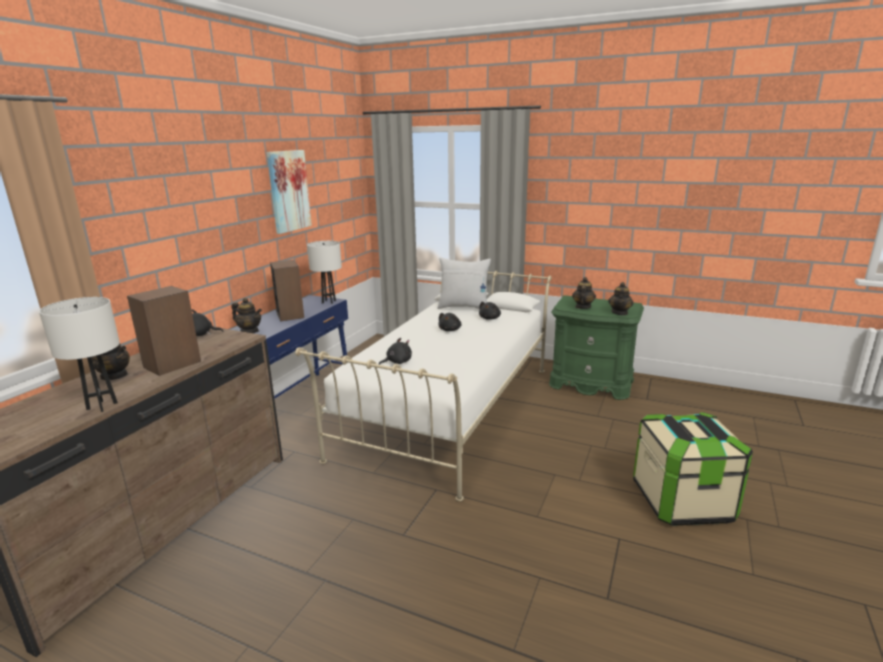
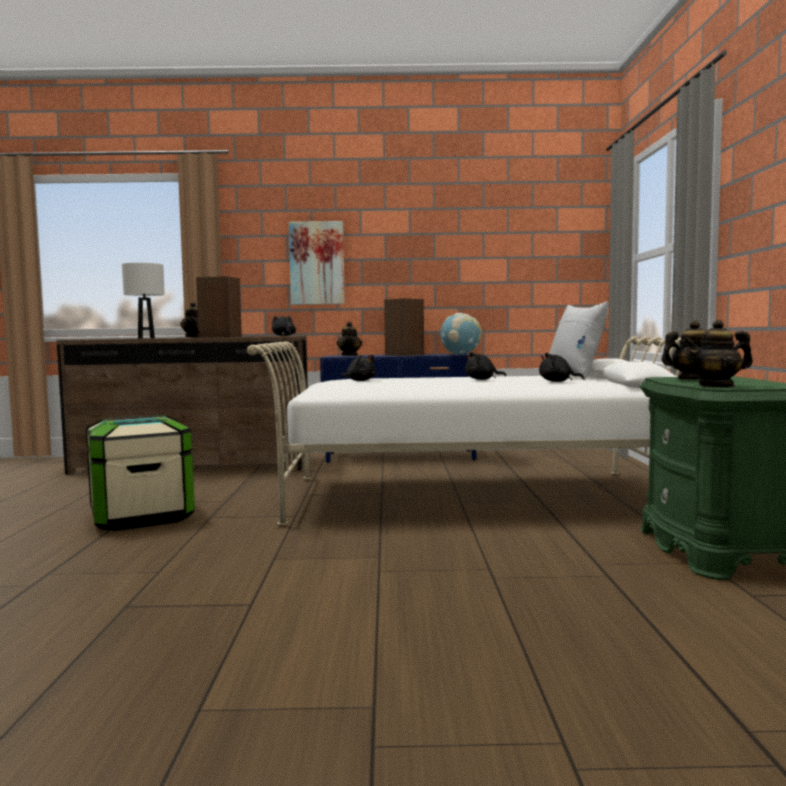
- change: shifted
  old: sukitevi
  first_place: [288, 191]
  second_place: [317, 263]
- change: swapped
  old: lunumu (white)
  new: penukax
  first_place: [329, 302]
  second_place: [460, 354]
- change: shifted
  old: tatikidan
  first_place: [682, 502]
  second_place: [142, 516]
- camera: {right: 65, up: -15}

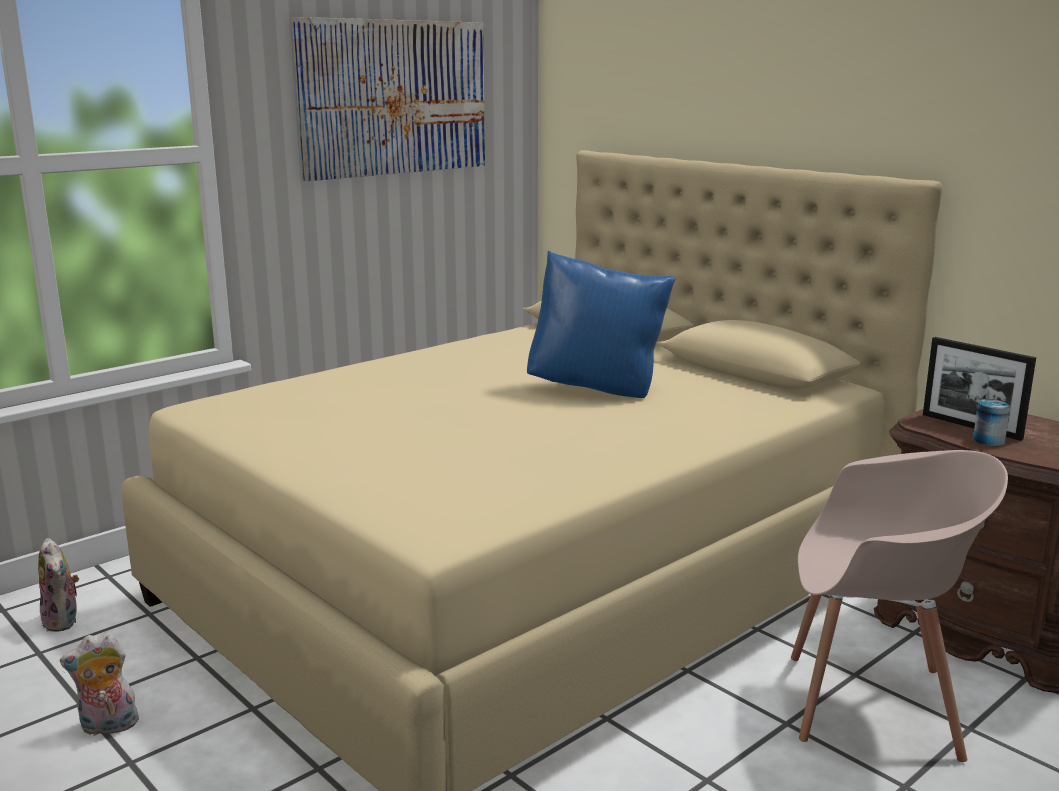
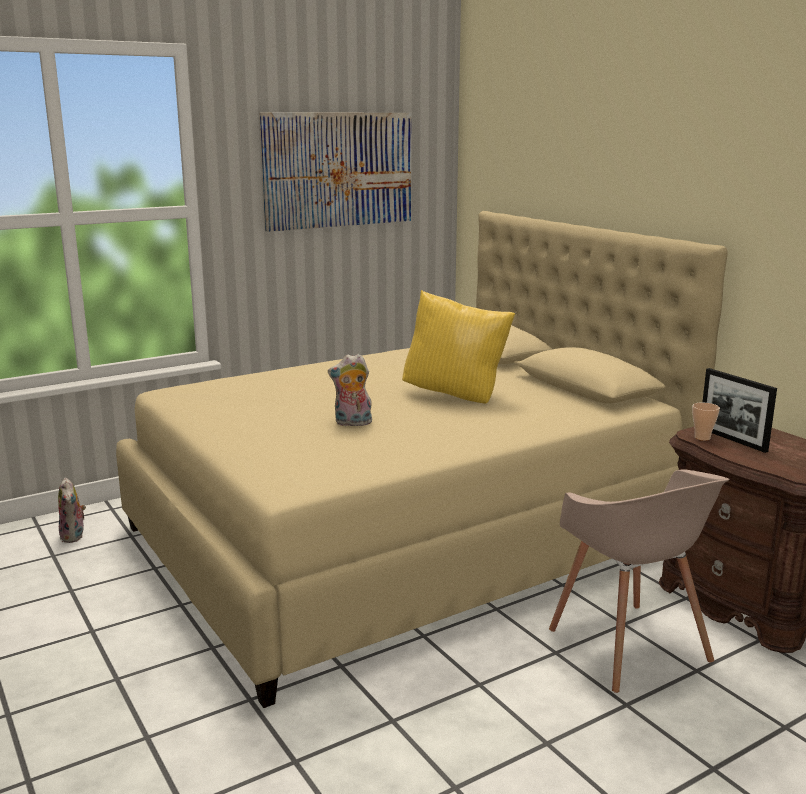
- change: shifted
  old: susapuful
  first_place: [107, 727]
  second_place: [352, 423]
- change: repainted
  old: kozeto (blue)
  new: kozeto (yellow)
  first_place: [598, 389]
  second_place: [456, 395]
- change: rotated
  old: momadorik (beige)
  first_place: [874, 706]
  second_place: [629, 647]
  degrees: 45
- change: gone
  old: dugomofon
  first_place: [988, 440]
- change: new
  new: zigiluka
  second_place: [702, 438]
- camera: {right: 10, up: 0}

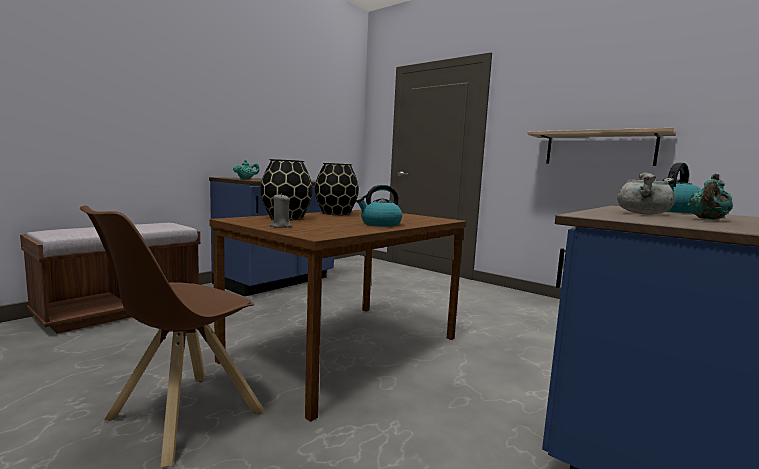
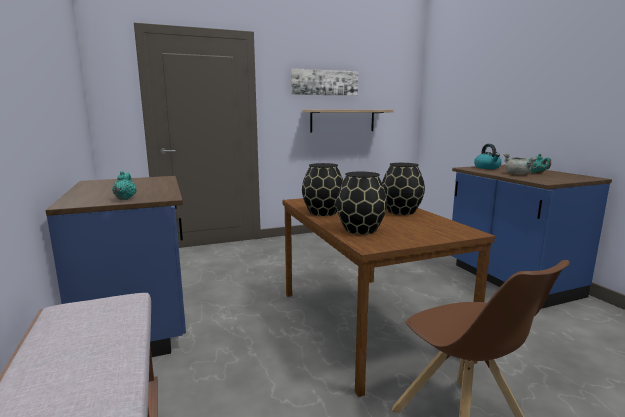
- change: gone
  old: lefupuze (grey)
  first_place: [280, 226]
- change: swapped
  old: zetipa
  new: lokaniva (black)
  first_place: [380, 224]
  second_place: [401, 211]
- change: new
  new: sukitevi
  second_place: [324, 82]
- camera: {right: -60, up: 5}

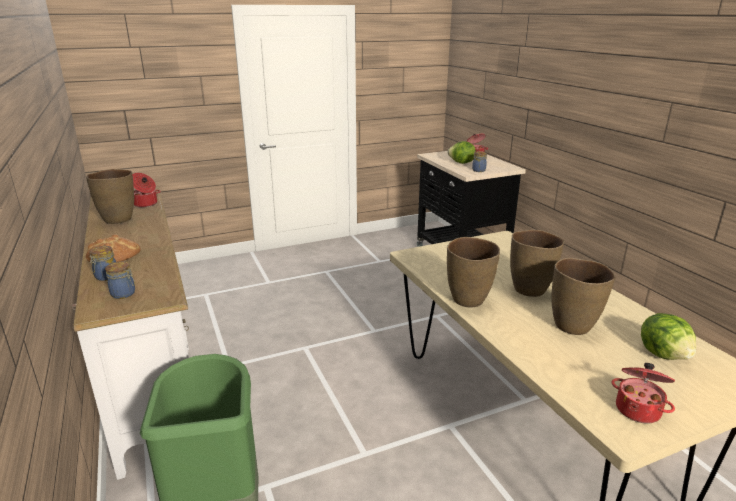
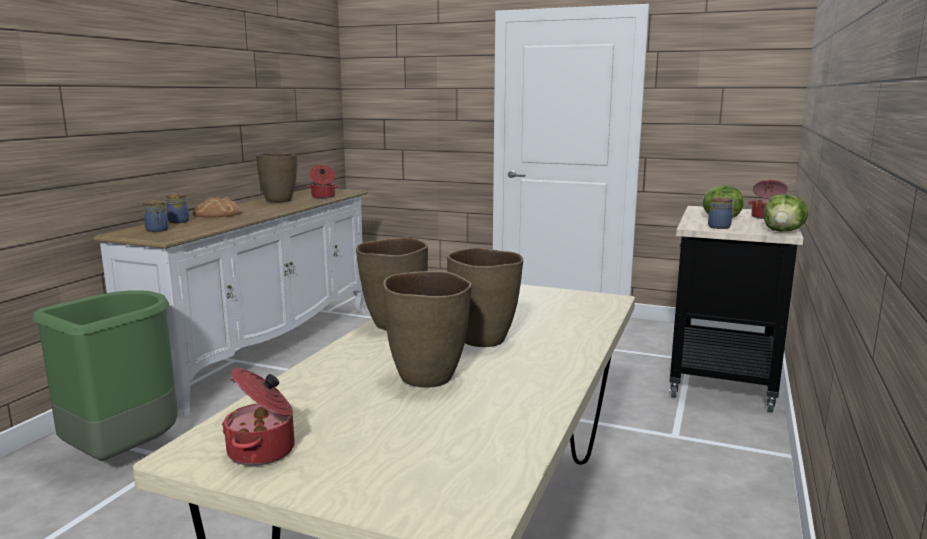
- change: shifted
  old: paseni
  first_place: [664, 354]
  second_place: [782, 231]
- camera: {right: 45, up: -10}

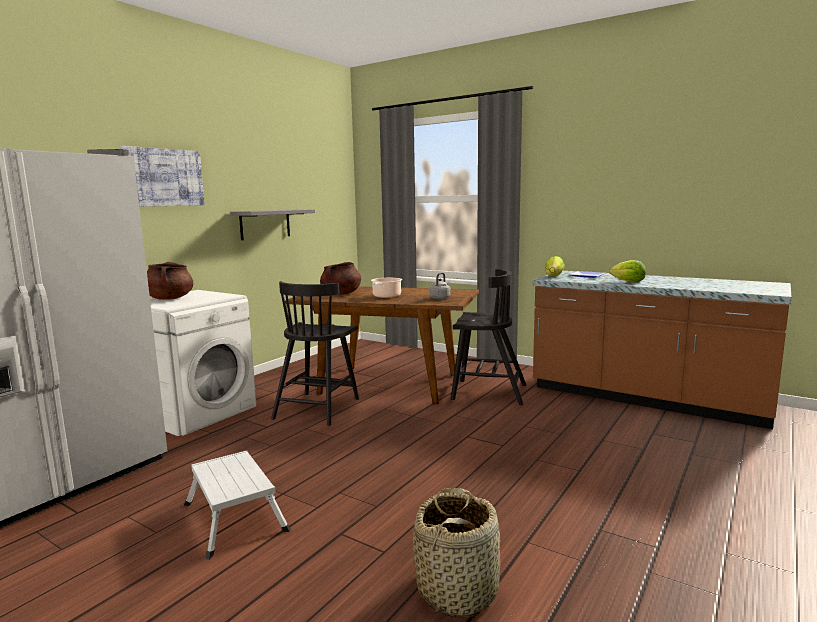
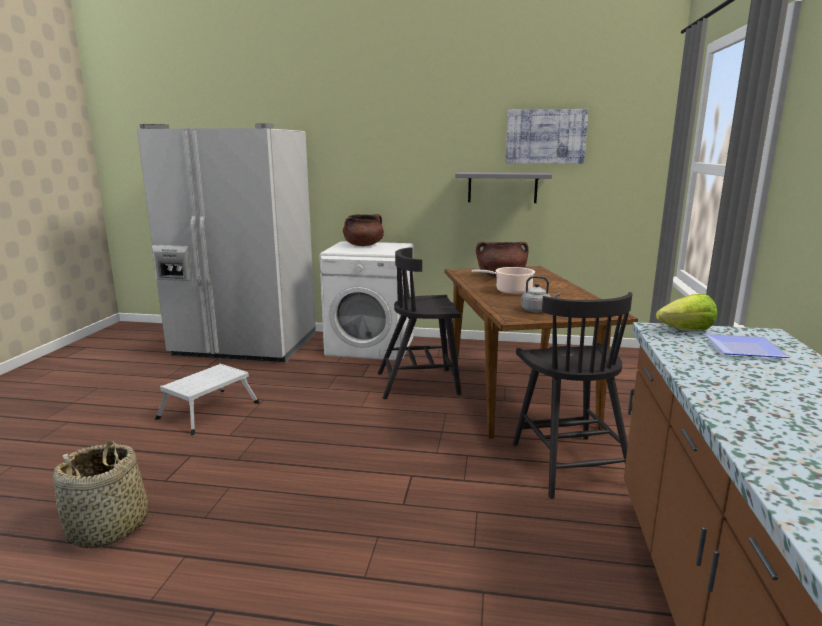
- change: shifted
  old: sukitevi
  first_place: [163, 177]
  second_place: [545, 136]
- change: gone
  old: paseni
  first_place: [628, 281]
- camera: {right: 65, up: 5}

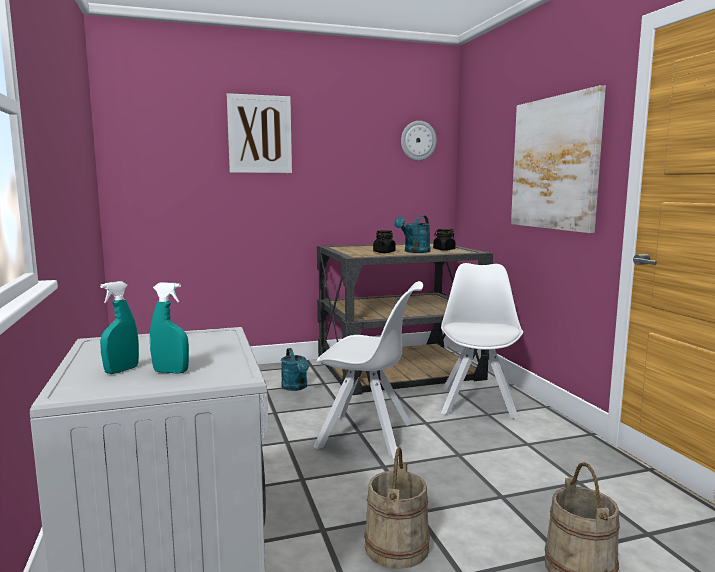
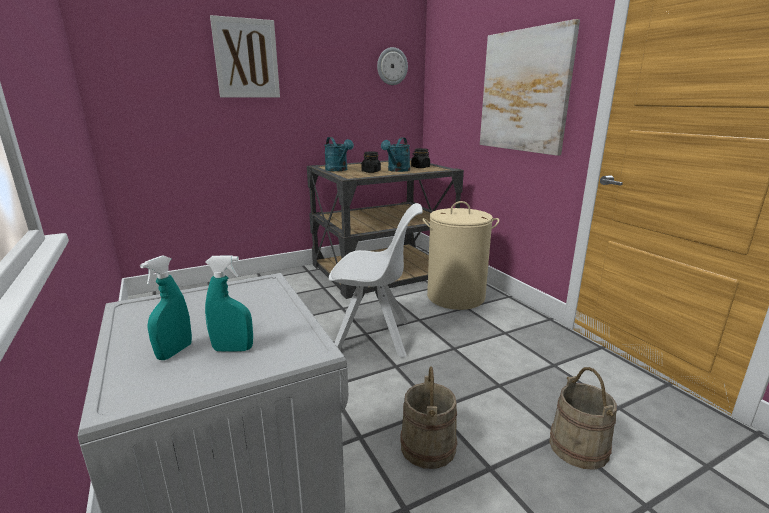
- change: shifted
  old: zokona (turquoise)
  first_place: [296, 387]
  second_place: [338, 170]
- change: swapped
  old: momadorik (white)
  new: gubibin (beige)
  first_place: [478, 402]
  second_place: [455, 297]
- camera: {right: -10, up: 10}

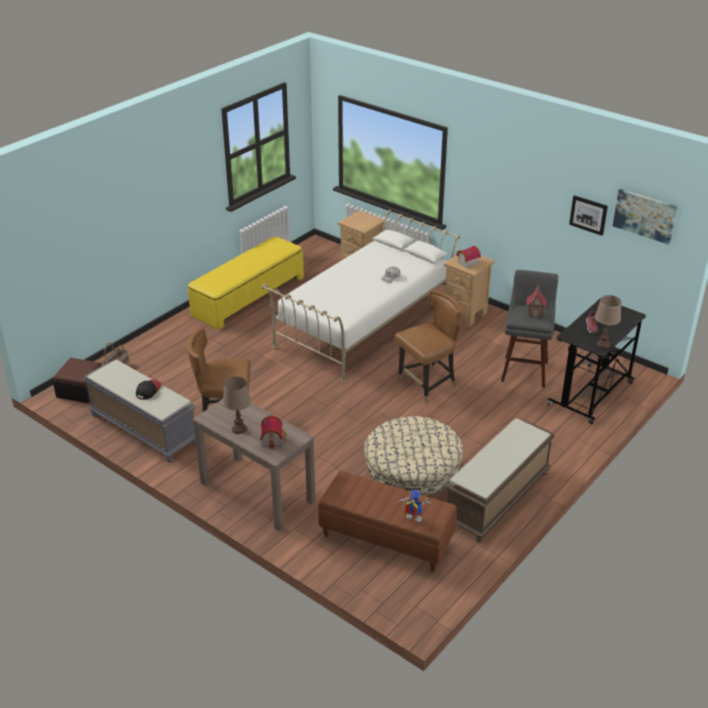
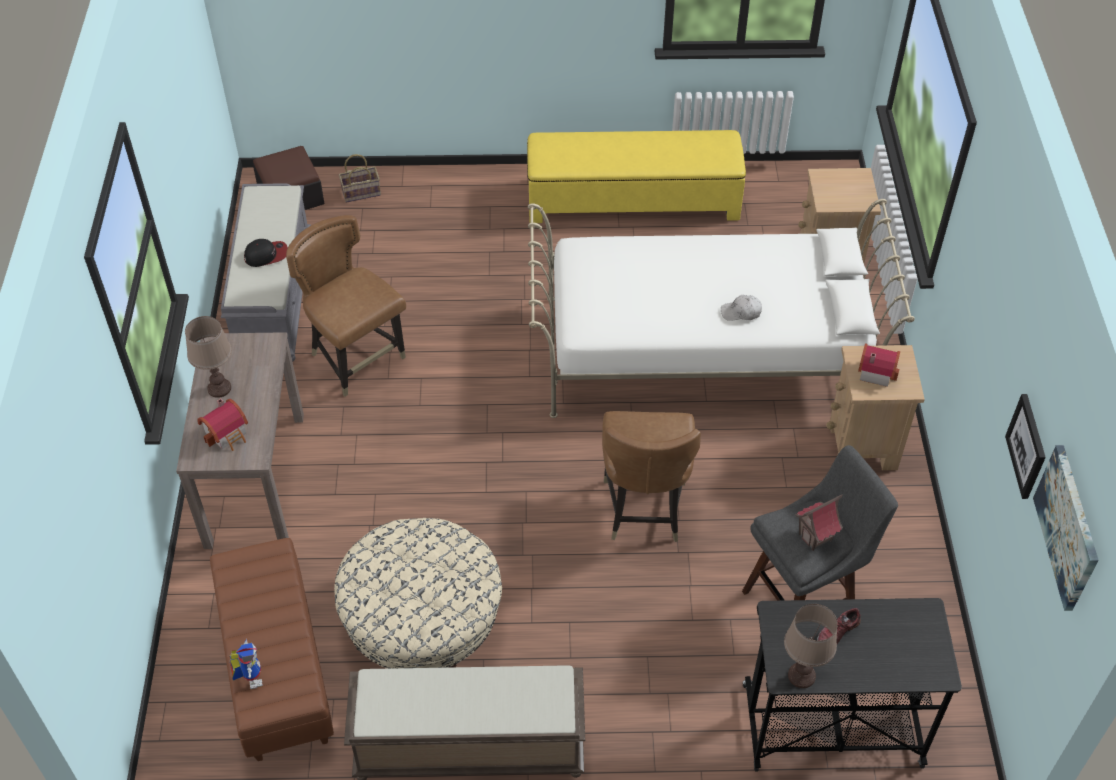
- change: rotated
  old: momadorik (brown)
  first_place: [427, 384]
  second_place: [643, 509]
  degrees: 75
- camera: {right: 50, up: 15}

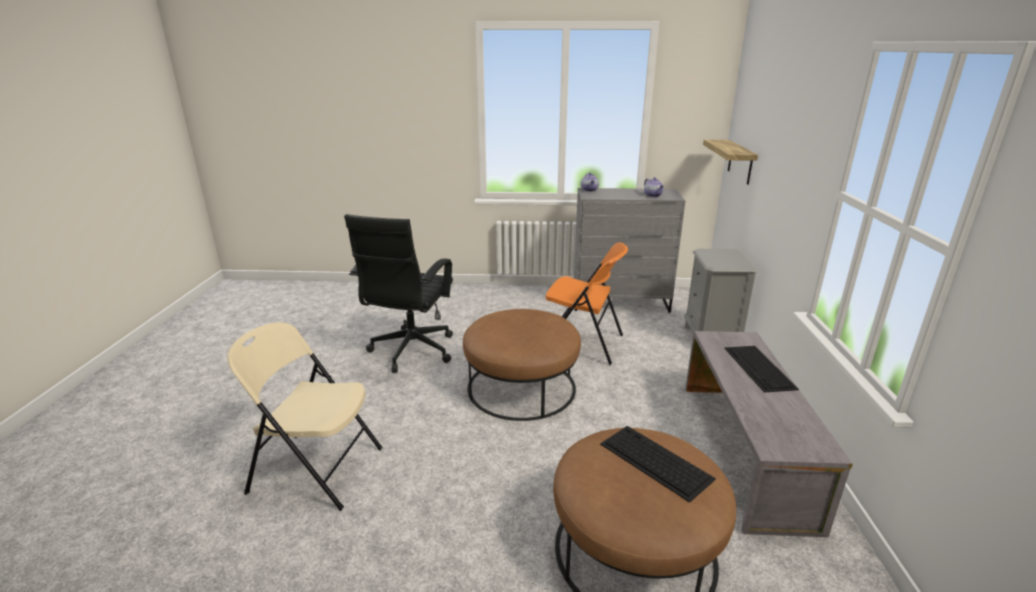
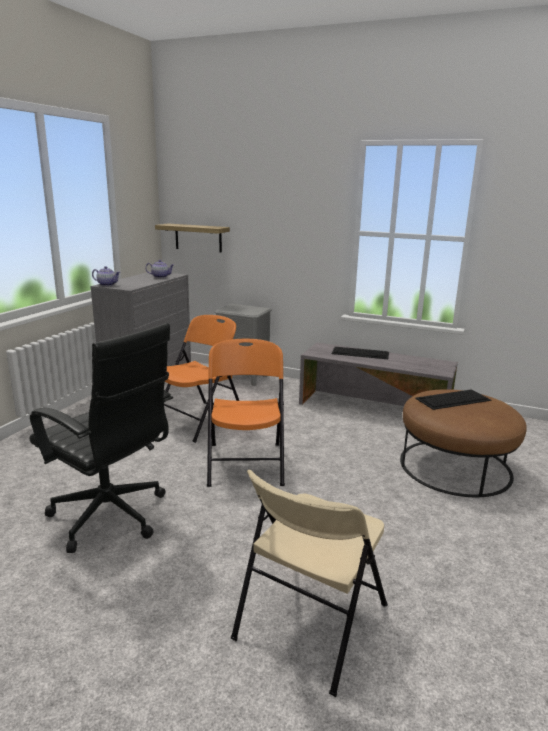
- change: swapped
  old: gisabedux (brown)
  new: momadorik (orange)
  first_place: [521, 387]
  second_place: [246, 464]
- camera: {right: -70, up: -5}

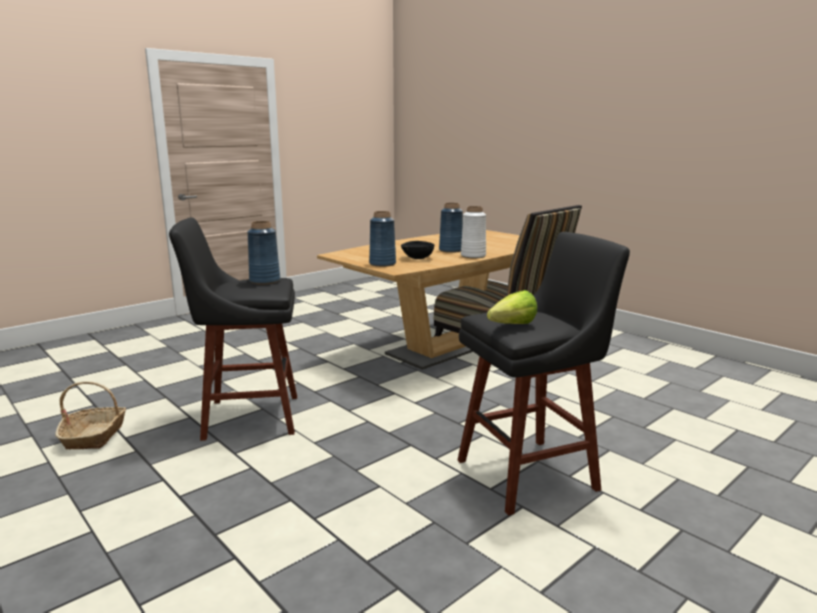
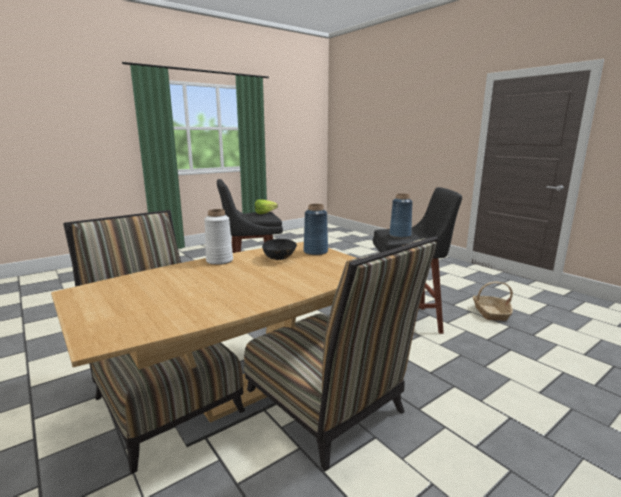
- change: gone
  old: lokaniva (blue)
  first_place: [451, 250]
- change: new
  new: momadorik
  second_place: [329, 410]
- camera: {right: -175, up: 0}

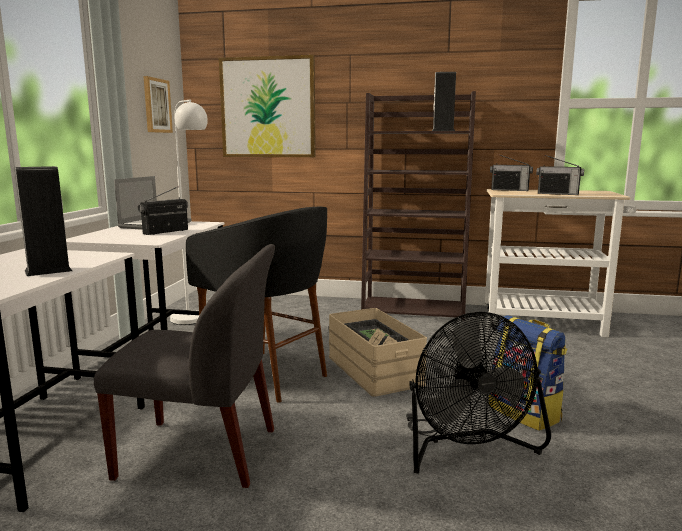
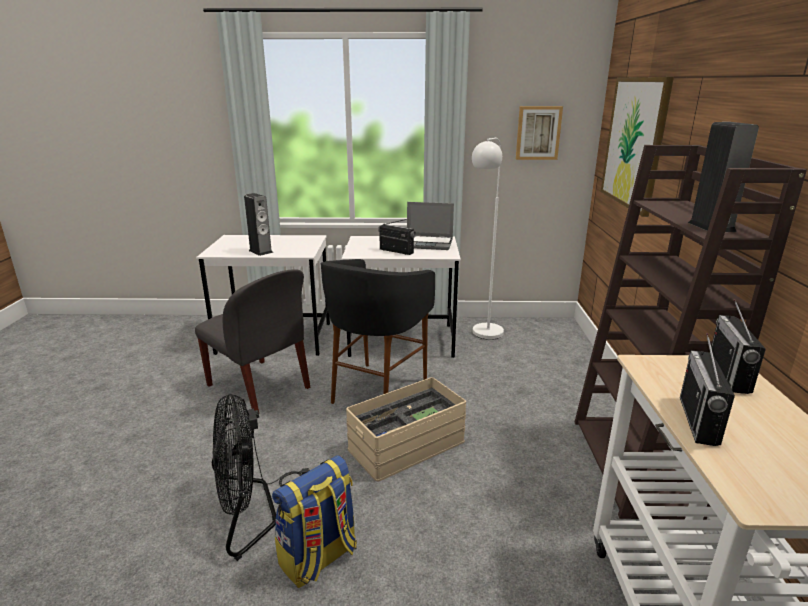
- change: rotated
  old: momadorik (grey)
  first_place: [202, 453]
  second_place: [260, 387]
  degrees: -45
- camera: {right: 80, up: 10}

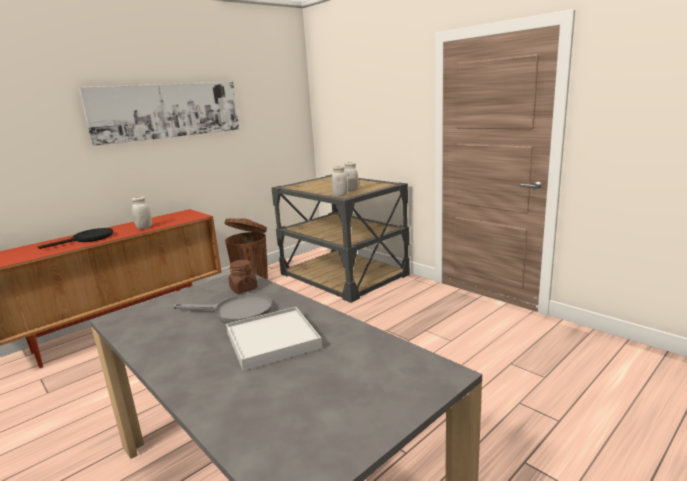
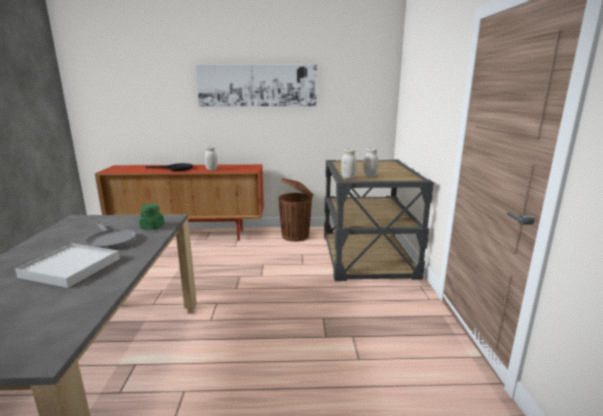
- change: repainted
  old: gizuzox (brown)
  new: gizuzox (green)
  first_place: [243, 289]
  second_place: [152, 227]
- camera: {right: 40, up: 0}

